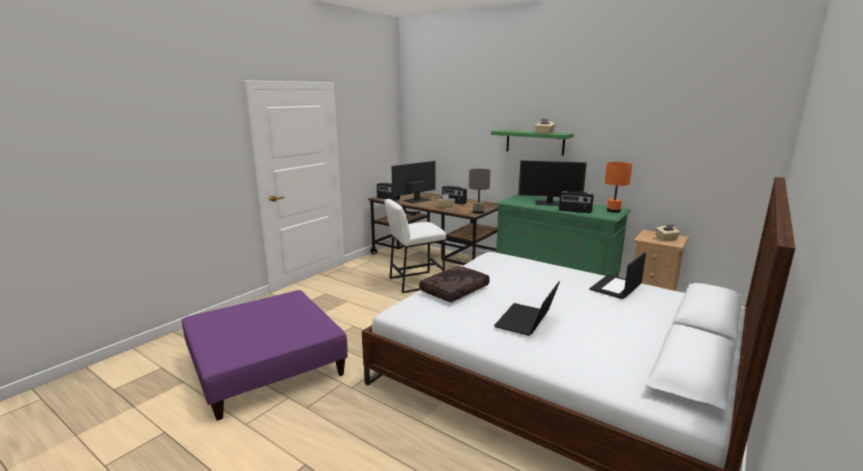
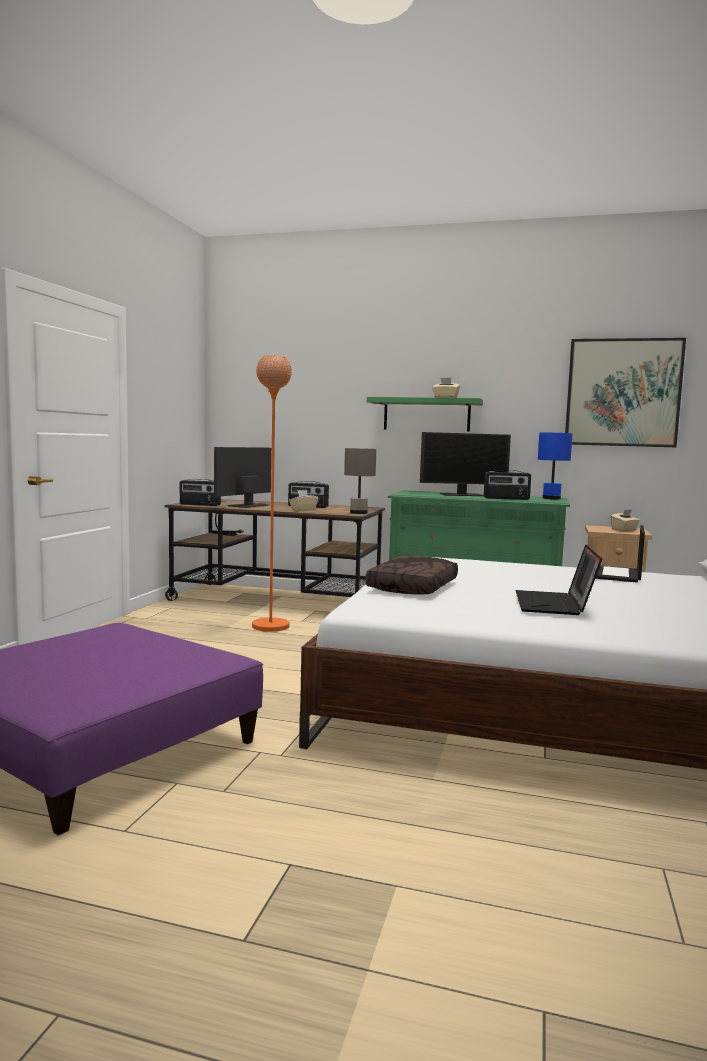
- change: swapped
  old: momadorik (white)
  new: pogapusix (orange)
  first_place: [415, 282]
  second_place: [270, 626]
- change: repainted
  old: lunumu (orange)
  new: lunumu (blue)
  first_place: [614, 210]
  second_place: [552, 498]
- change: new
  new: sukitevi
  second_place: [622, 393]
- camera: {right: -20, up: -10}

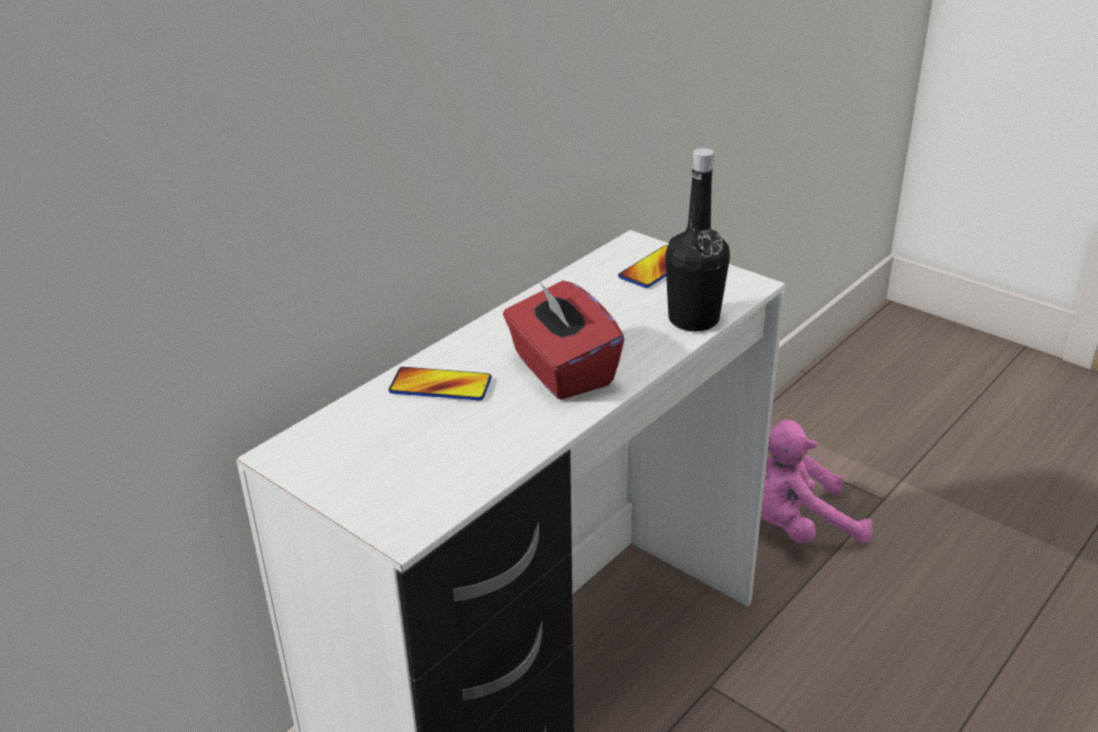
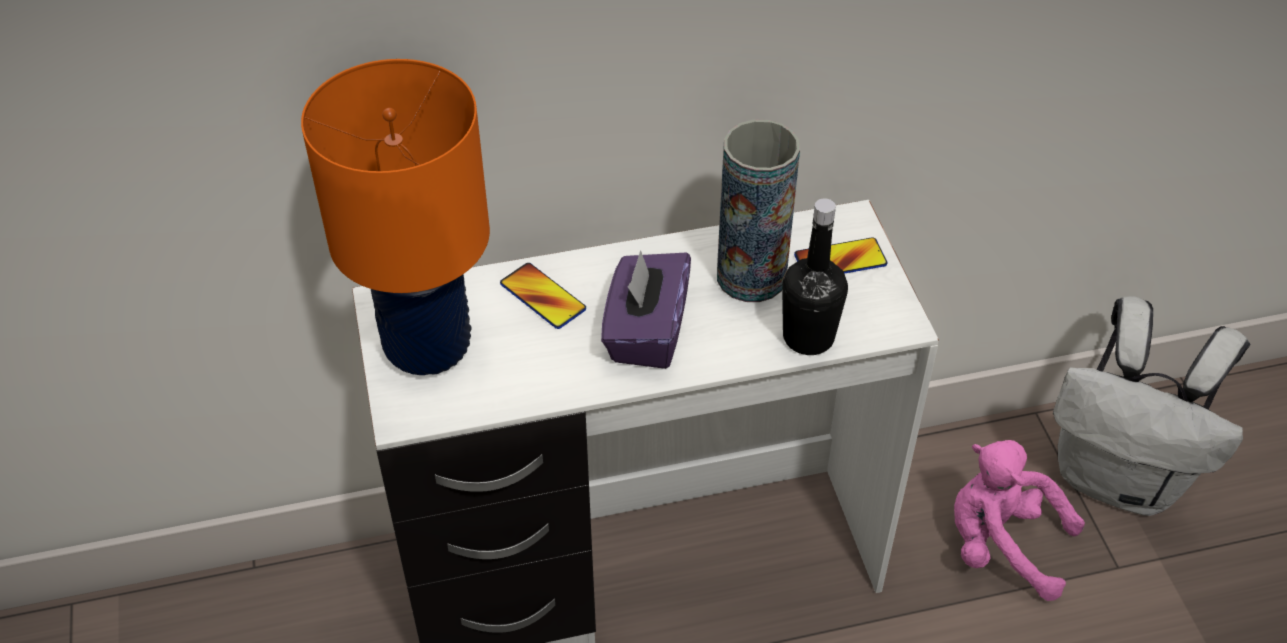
- change: repainted
  old: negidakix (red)
  new: negidakix (purple)
  first_place: [561, 370]
  second_place: [646, 332]
- change: new
  new: lunumu (orange)
  second_place: [430, 350]
- change: new
  new: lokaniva
  second_place: [751, 276]
- change: new
  new: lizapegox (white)
  second_place: [1119, 477]
- camera: {right: 35, up: 15}

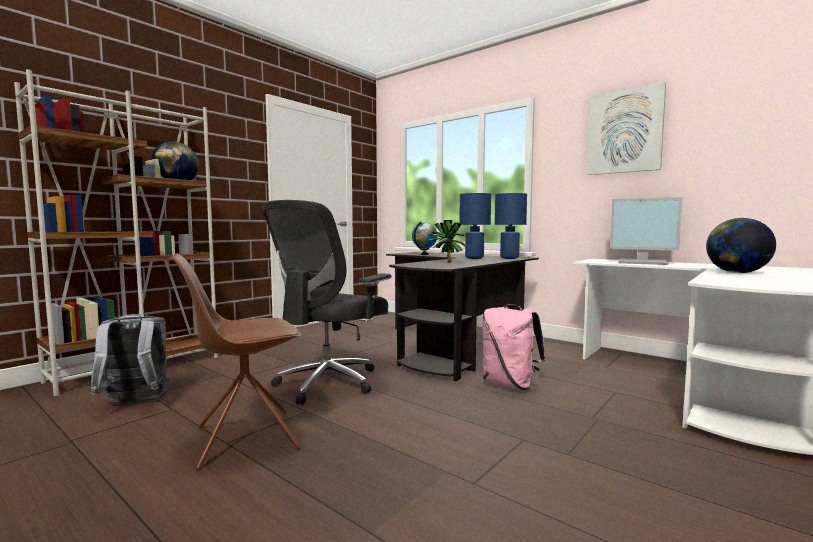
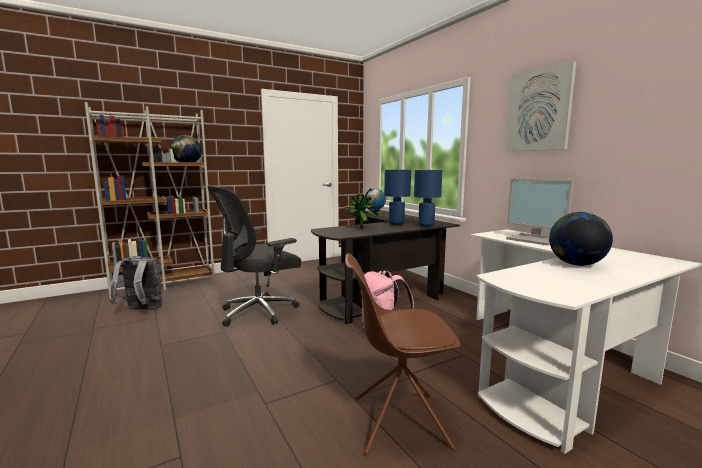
- change: shifted
  old: momadorik (brown)
  first_place: [244, 438]
  second_place: [398, 422]
- camera: {right: 20, up: 5}

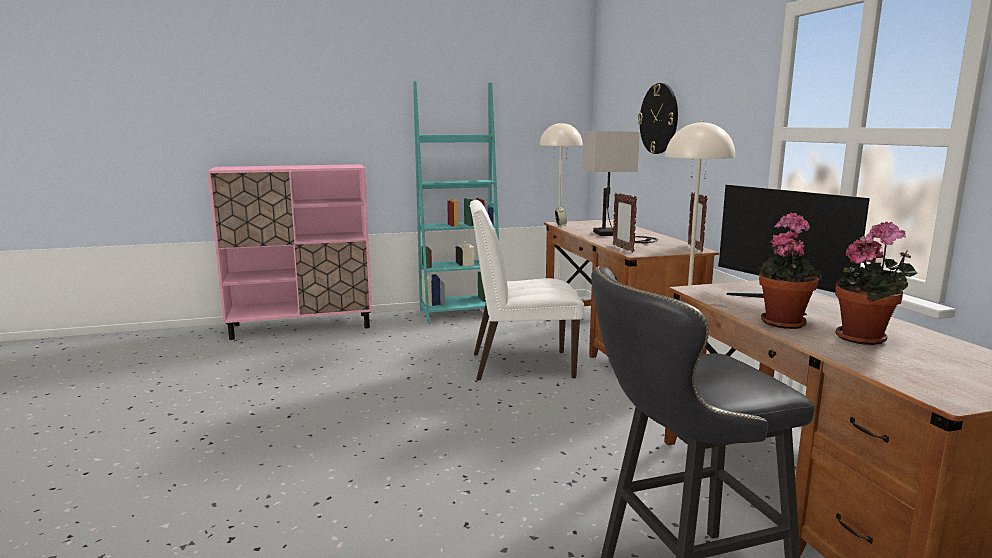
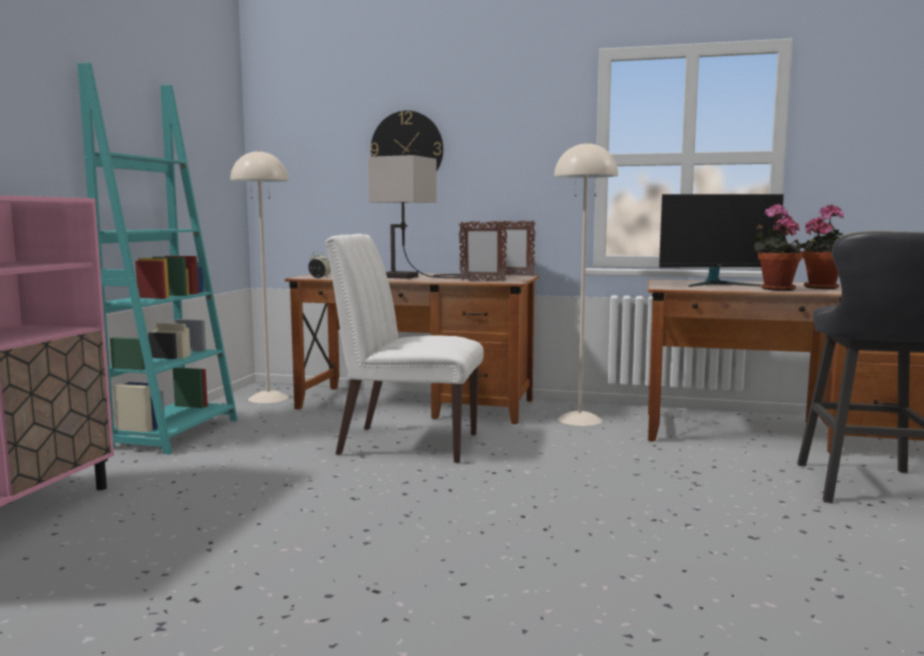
- change: rotated
  old: momadorik (white)
  first_place: [523, 365]
  second_place: [410, 444]
  degrees: 75
- camera: {right: -60, up: -5}

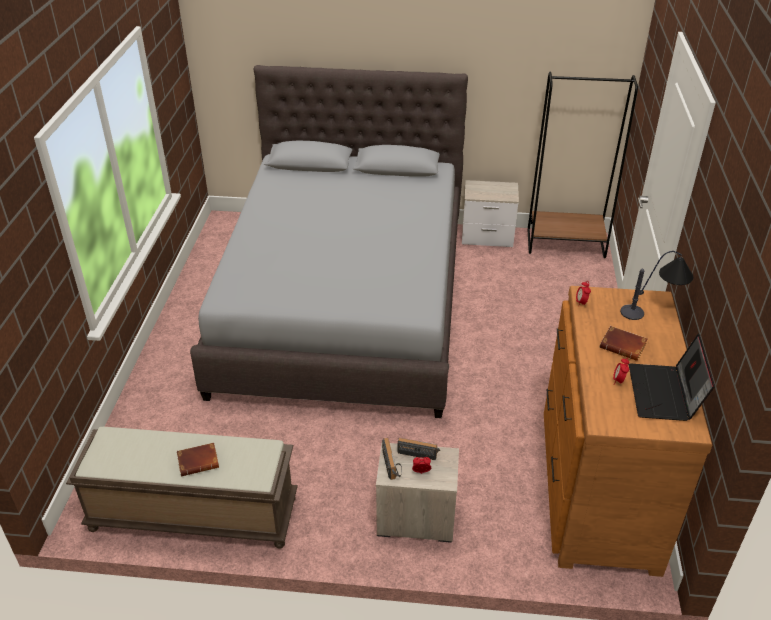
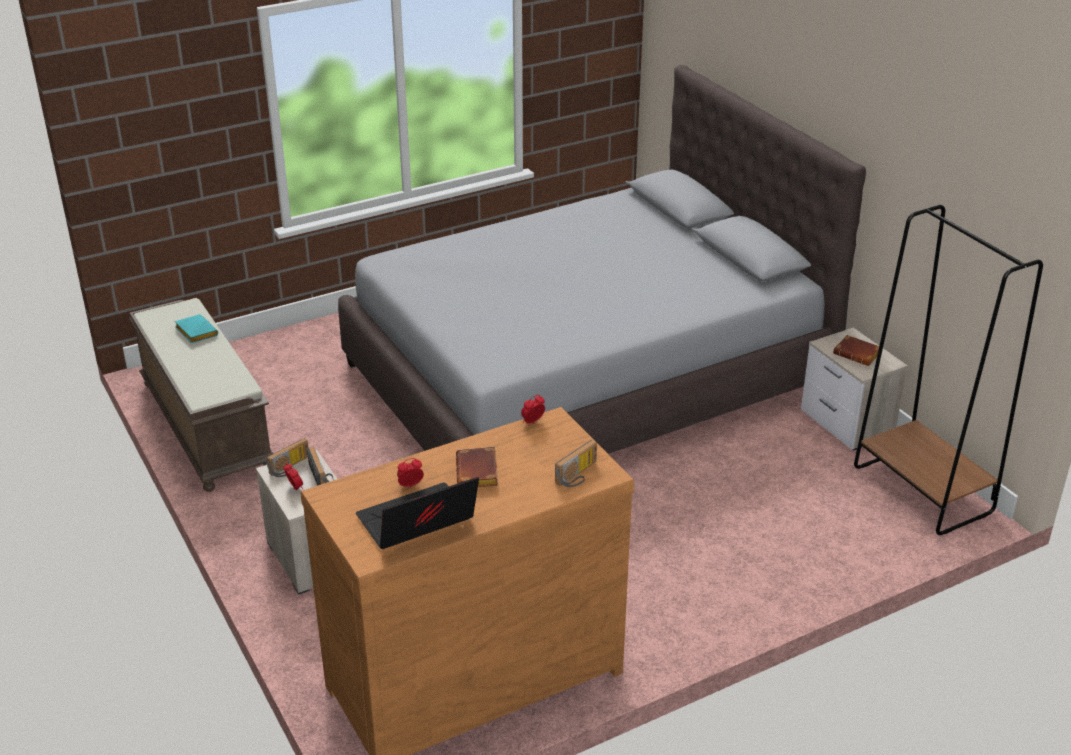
- change: shifted
  old: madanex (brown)
  first_place: [199, 461]
  second_place: [858, 354]
- change: swapped
  old: lunumu
  new: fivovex
  first_place: [654, 309]
  second_place: [578, 475]
- change: new
  new: madanex (turquoise)
  second_place: [195, 332]
- camera: {right: 55, up: -5}

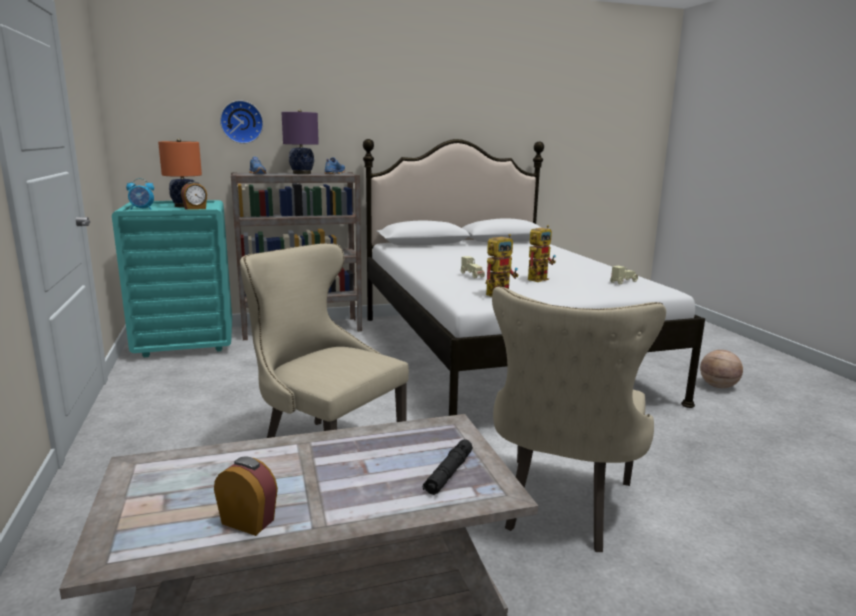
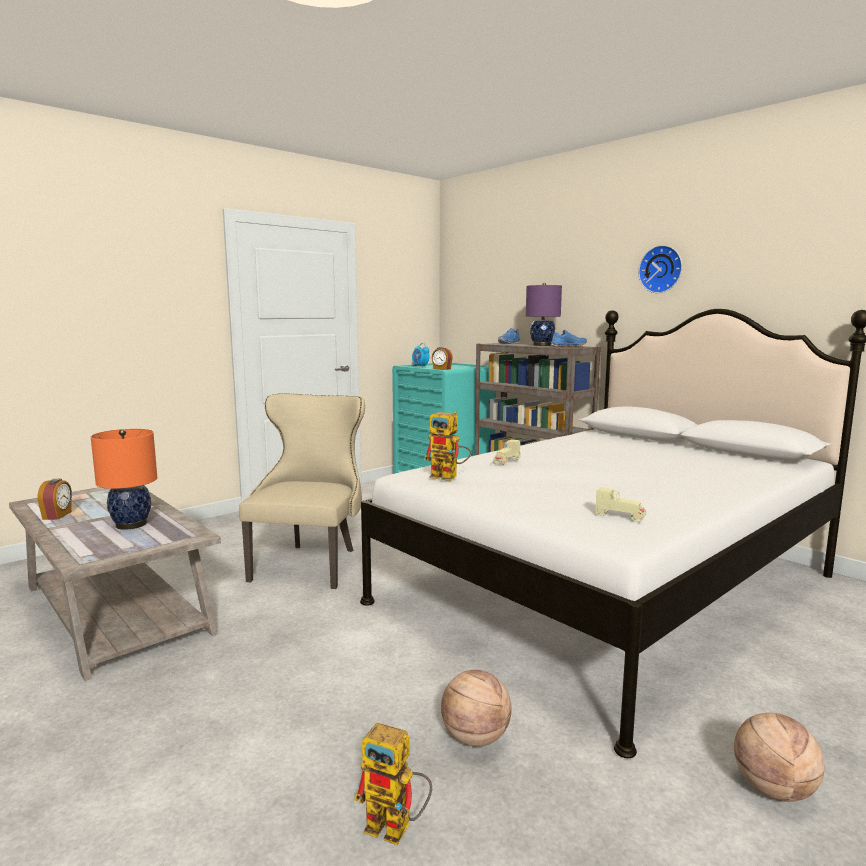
- change: shifted
  old: lunumu (orange)
  first_place: [184, 206]
  second_place: [131, 524]
- change: shifted
  old: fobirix
  first_place: [241, 122]
  second_place: [661, 269]
- change: gone
  old: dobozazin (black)
  first_place: [448, 473]
- change: gone
  old: momadorik (beige)
  first_place: [562, 506]
- change: shifted
  old: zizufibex
  first_place: [539, 278]
  second_place: [397, 828]
- change: new
  new: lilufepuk
  second_place: [475, 738]
- camera: {right: 65, up: -5}

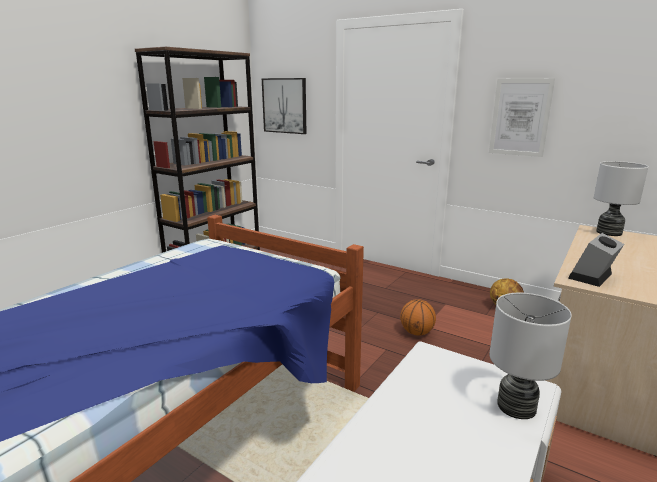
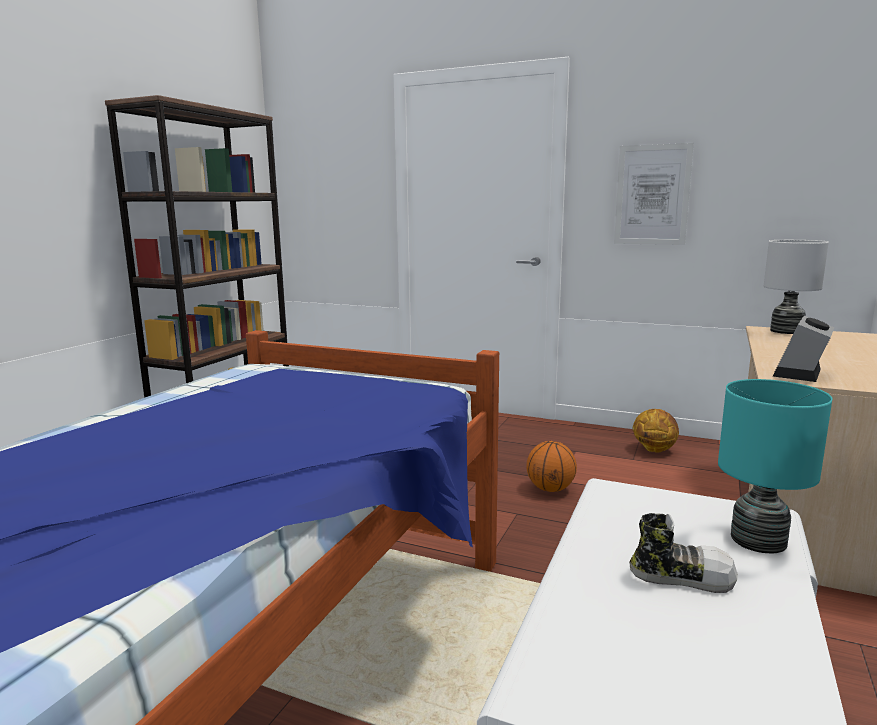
- change: gone
  old: sukitevi
  first_place: [285, 105]
- change: repainted
  old: lunumu (grey)
  new: lunumu (turquoise)
  first_place: [516, 407]
  second_place: [758, 540]
- change: new
  new: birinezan
  second_place: [681, 576]
- camera: {right: -10, up: -5}

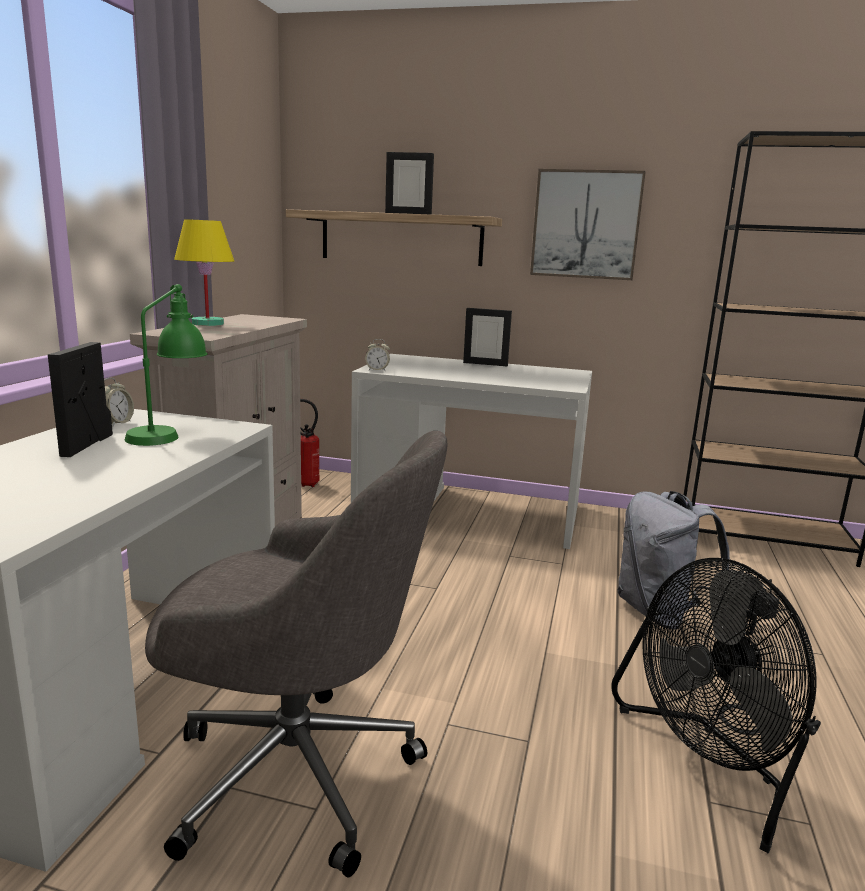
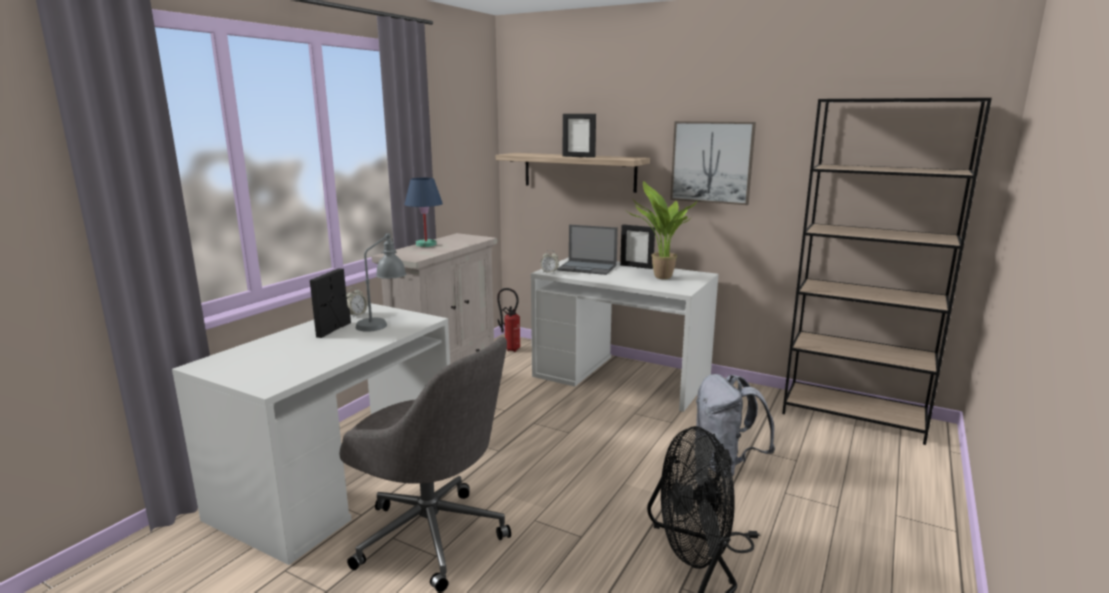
- change: repainted
  old: lunumu (green)
  new: lunumu (grey)
  first_place: [169, 433]
  second_place: [383, 323]
- change: repainted
  old: lunumu (yellow)
  new: lunumu (blue)
  first_place: [207, 323]
  second_place: [425, 244]
- change: new
  new: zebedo
  second_place: [588, 268]
- change: new
  new: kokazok
  second_place: [660, 278]
- camera: {right: 15, up: 0}

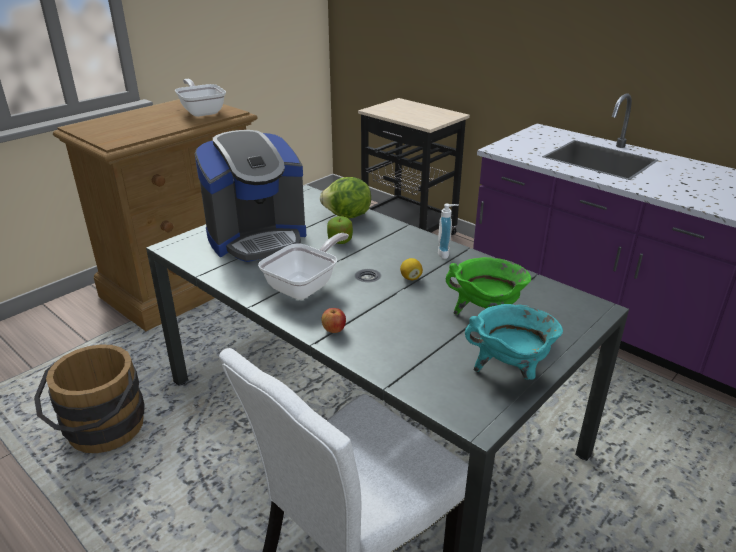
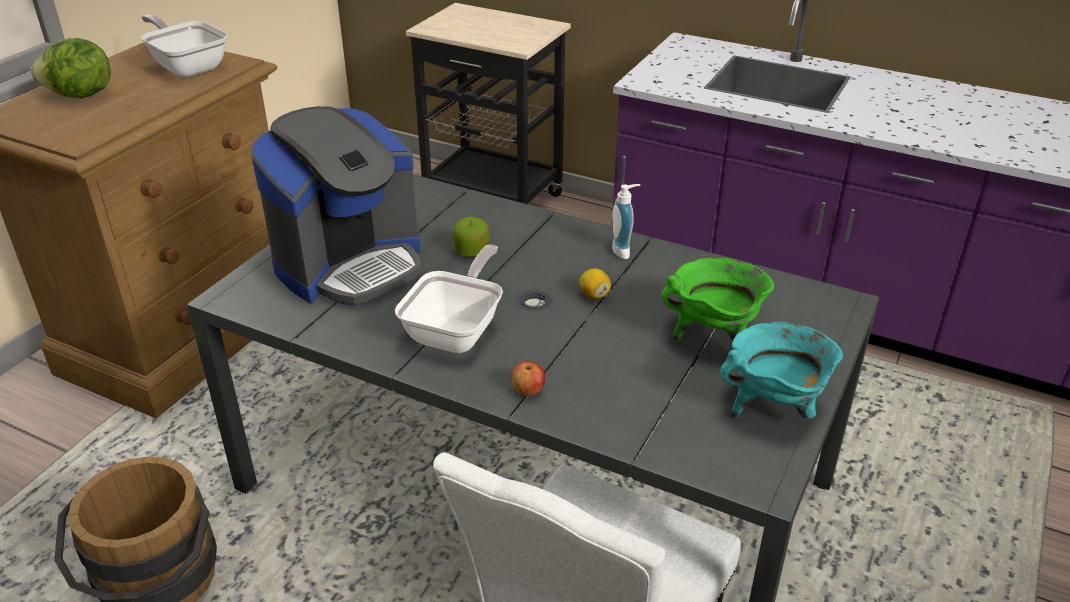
- change: shifted
  old: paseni
  first_place: [347, 216]
  second_place: [81, 96]
- camera: {right: -15, up: 5}

